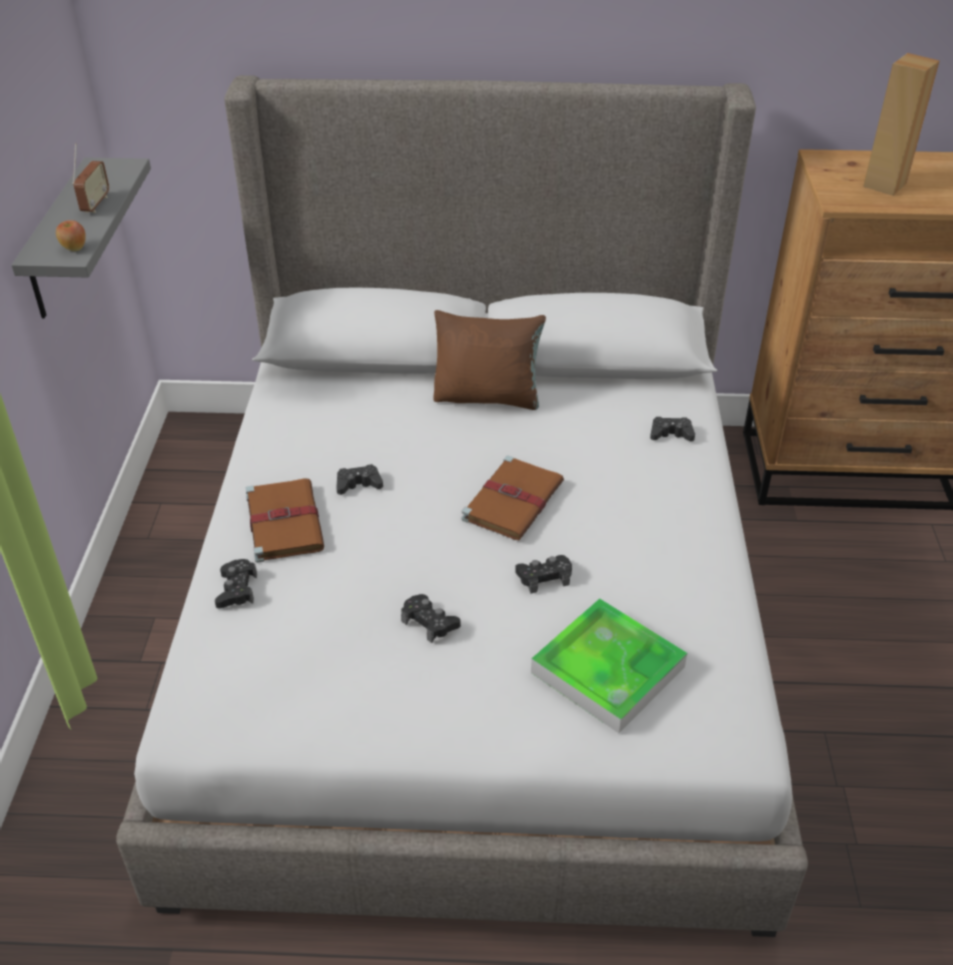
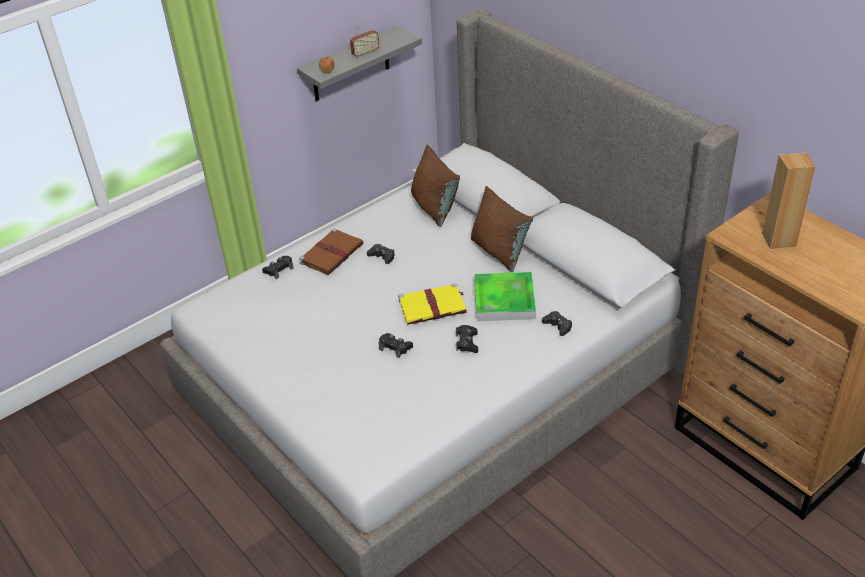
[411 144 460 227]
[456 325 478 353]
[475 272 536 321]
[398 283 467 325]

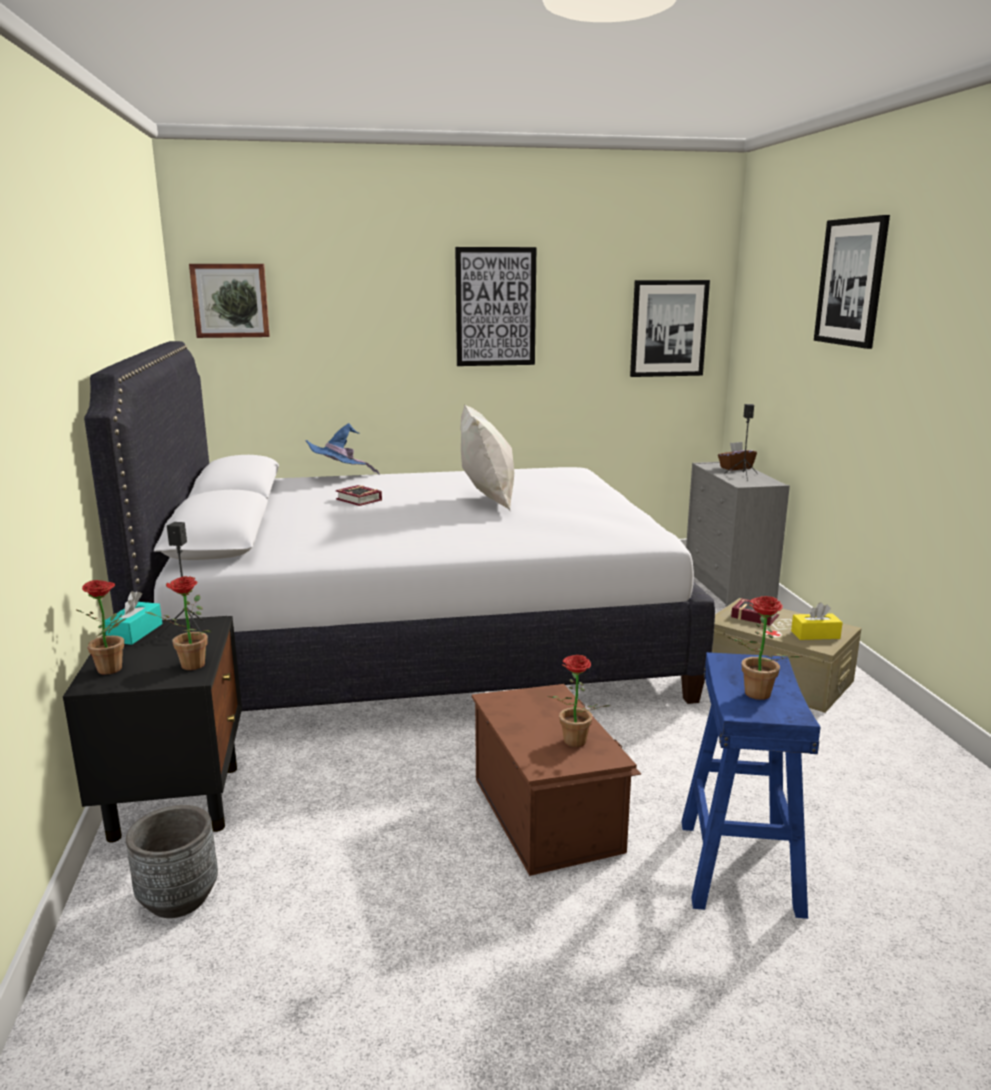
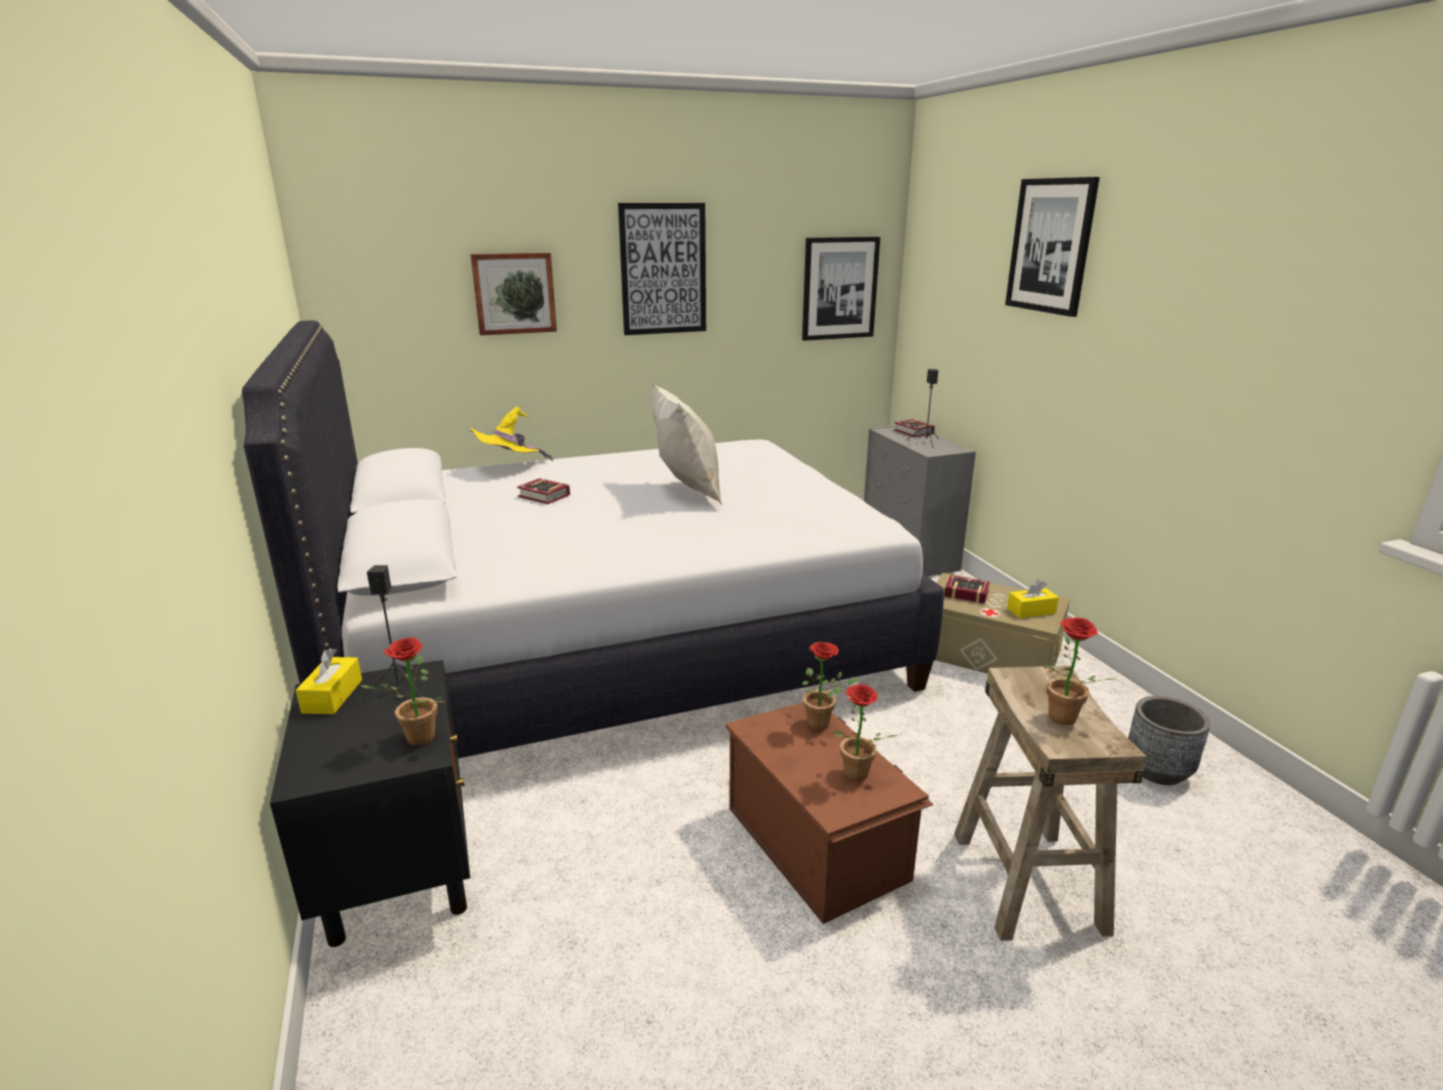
[802 642 859 730]
[1128 696 1210 785]
[470 253 557 335]
[894 419 935 437]
[296 648 362 714]
[469 406 553 461]
[954 666 1147 941]

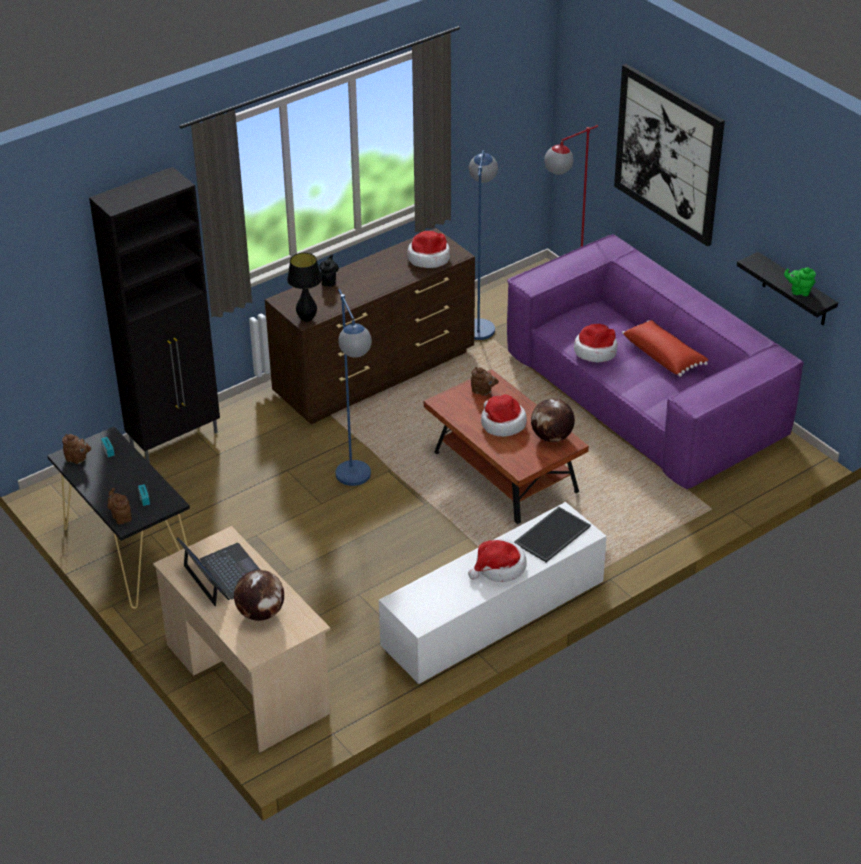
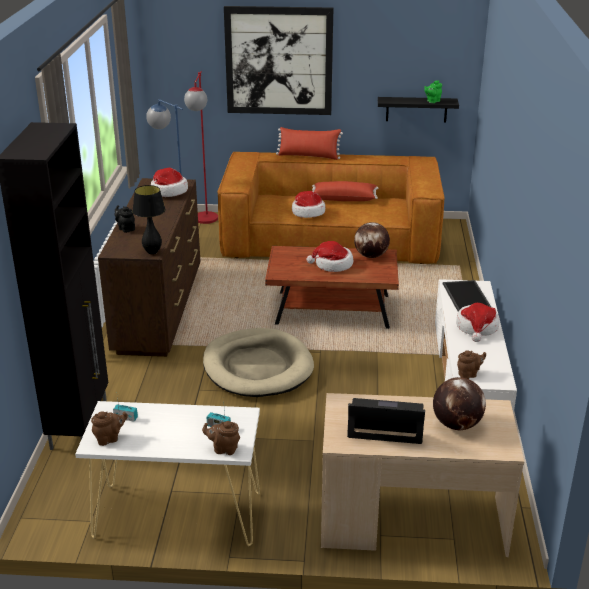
[276 127 343 160]
[457 350 486 379]
[203 328 314 397]
[75 401 260 546]
[217 152 445 264]

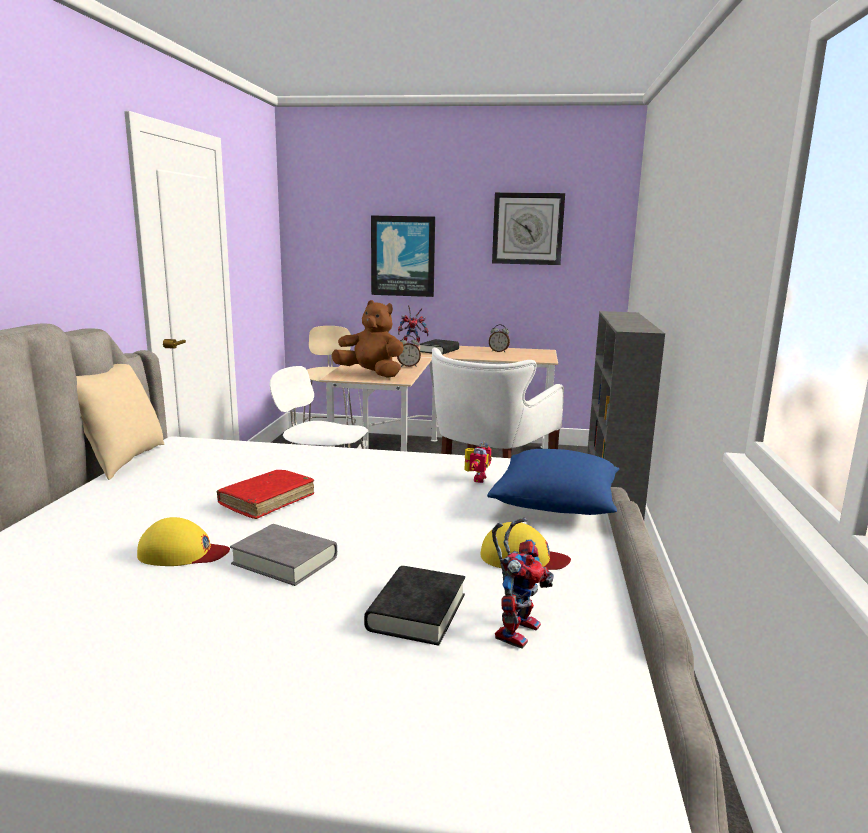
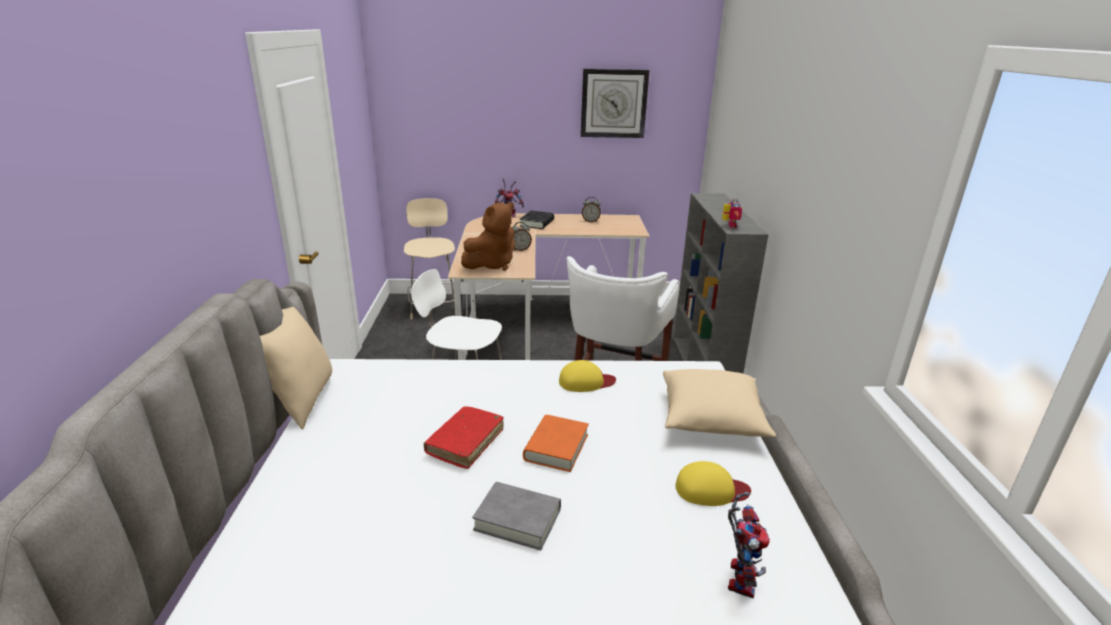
[364 566 465 646] (first image)
[371 216 435 297] (first image)
[523 415 589 472]
[559 360 616 392]
[722 198 742 228]
[663 369 776 437]
[461 202 515 271]

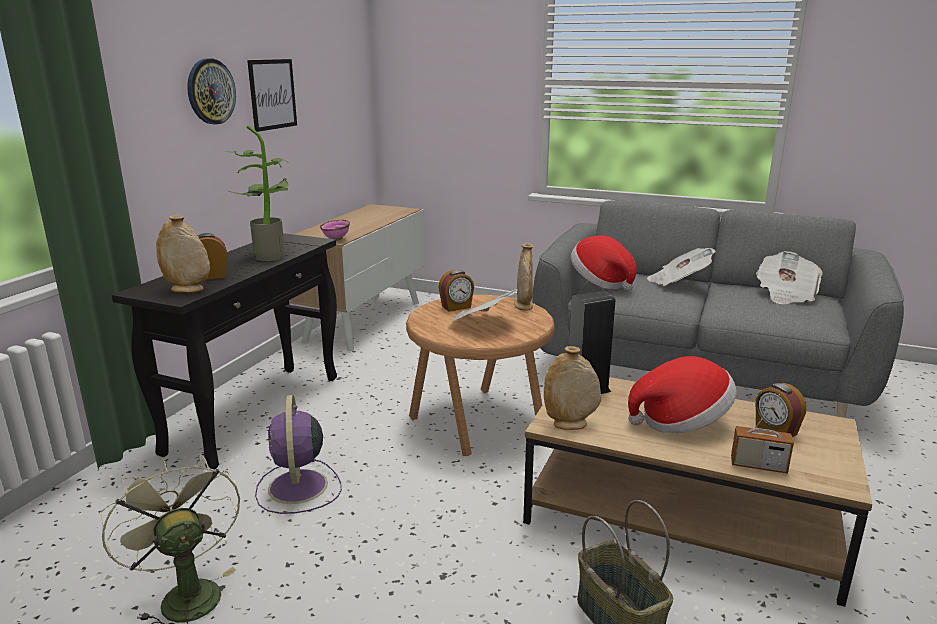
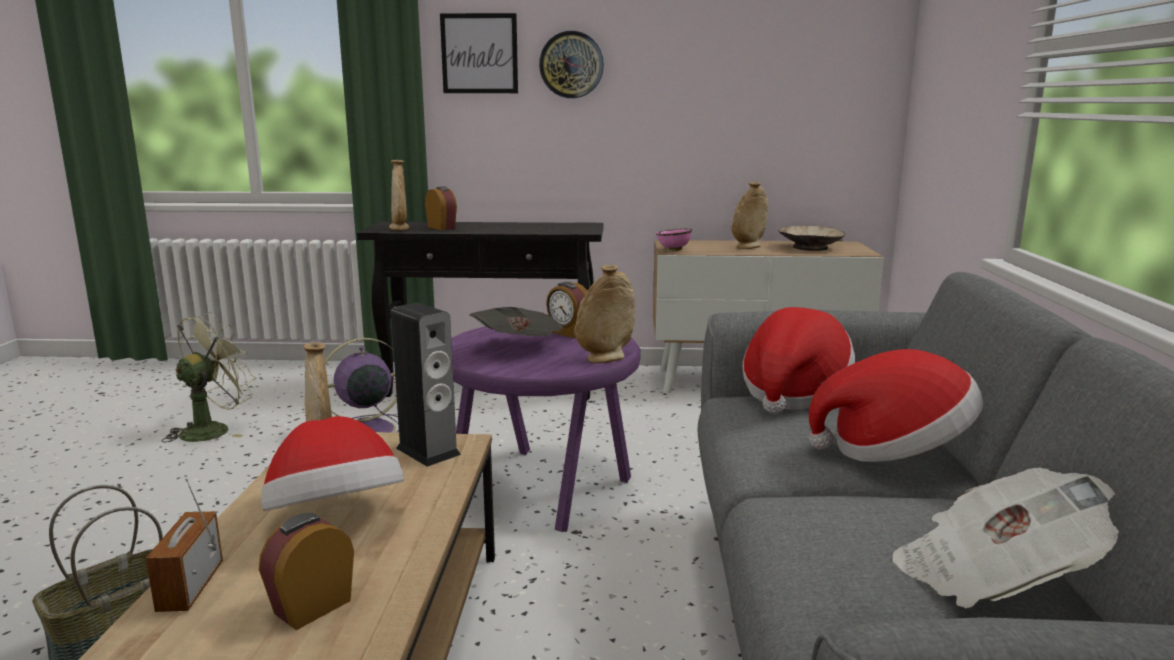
[225 125 289 261] (first image)
[731 182 768 249]
[778 226 845 251]
[440 13 518 93]
[809 349 983 462]
[451 326 641 532]

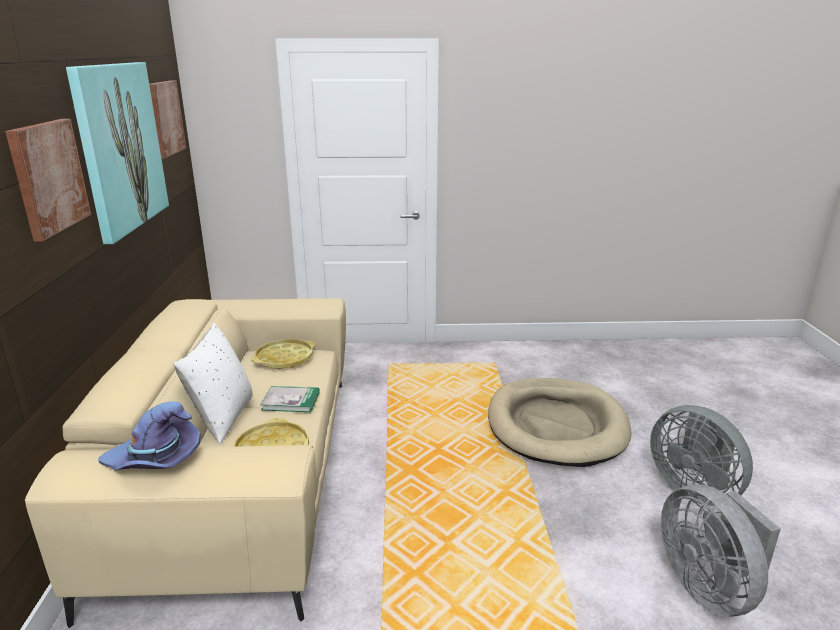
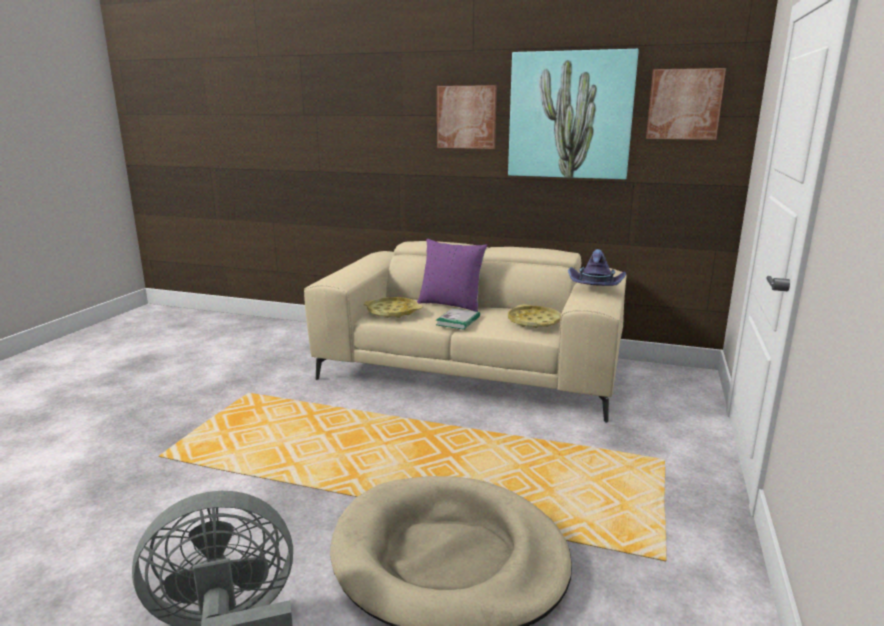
[661 484 781 617] (first image)
[568 249 626 286]
[417 239 487 312]

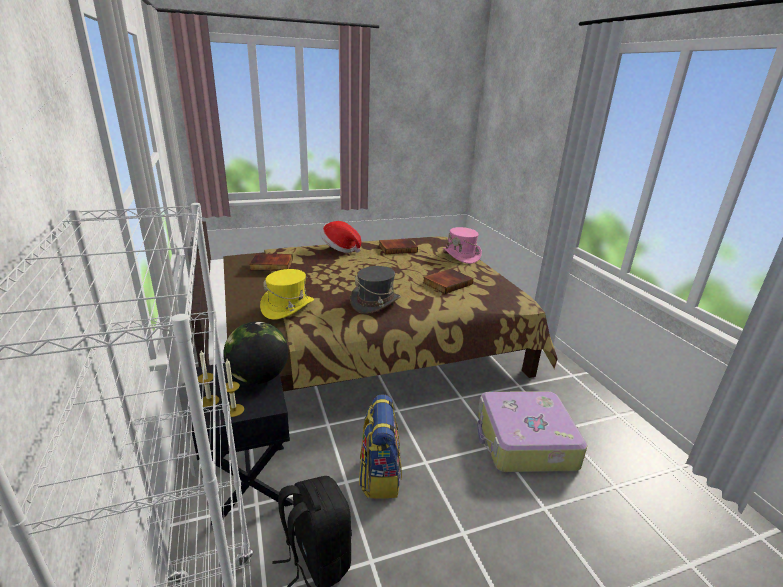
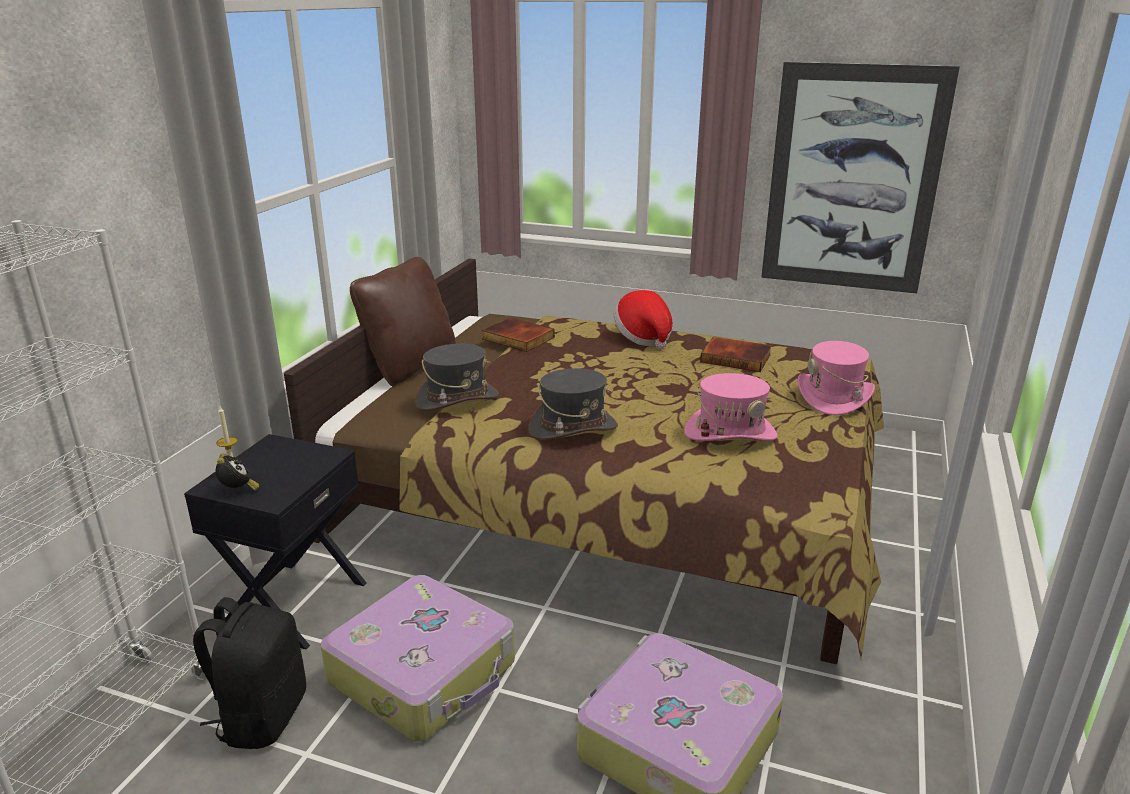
[223 321 288 384] (first image)
[350 257 456 386]
[761 62 960 293]
[216 453 259 491]
[321 575 515 742]
[684 373 778 441]
[415 344 499 410]

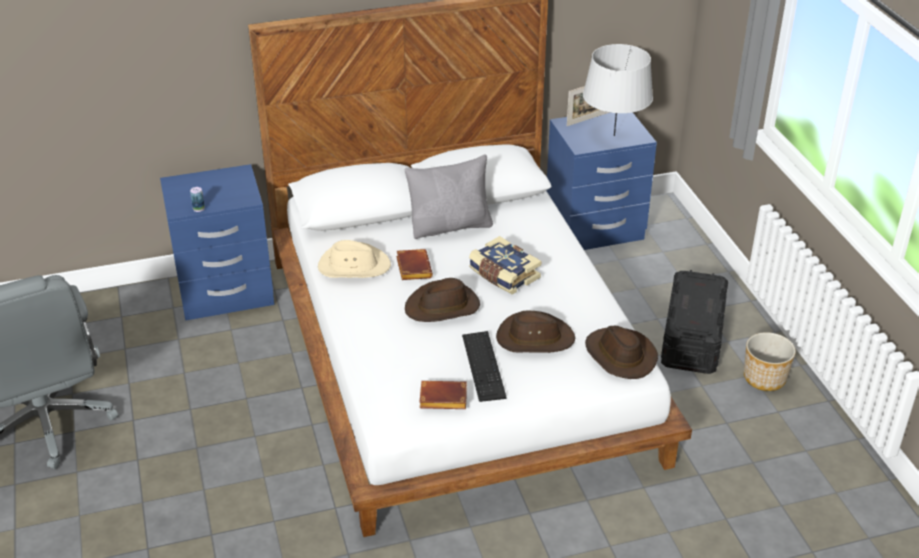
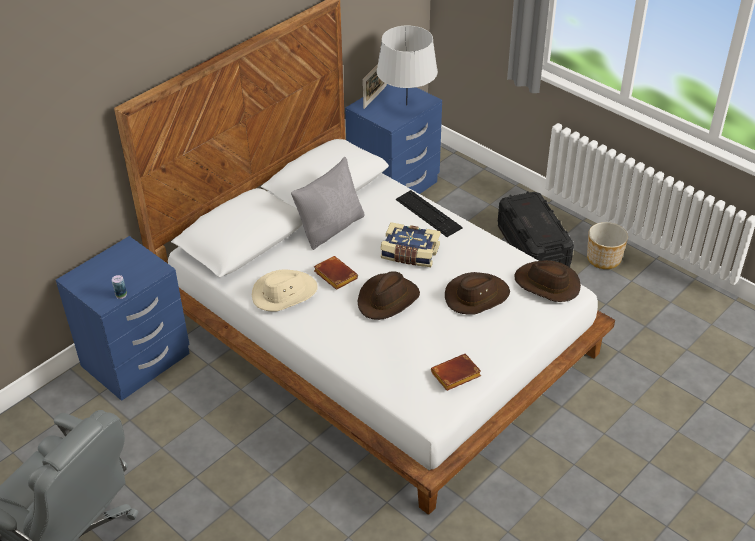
[395 190 462 237]

